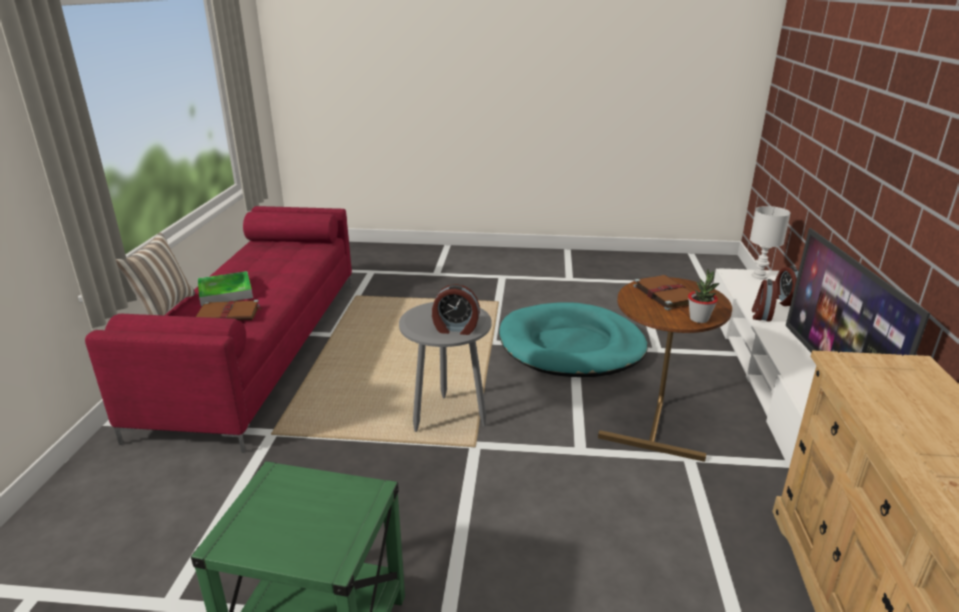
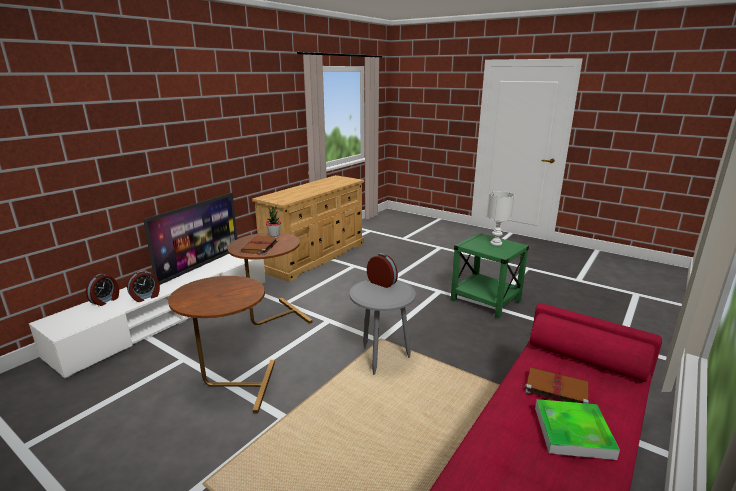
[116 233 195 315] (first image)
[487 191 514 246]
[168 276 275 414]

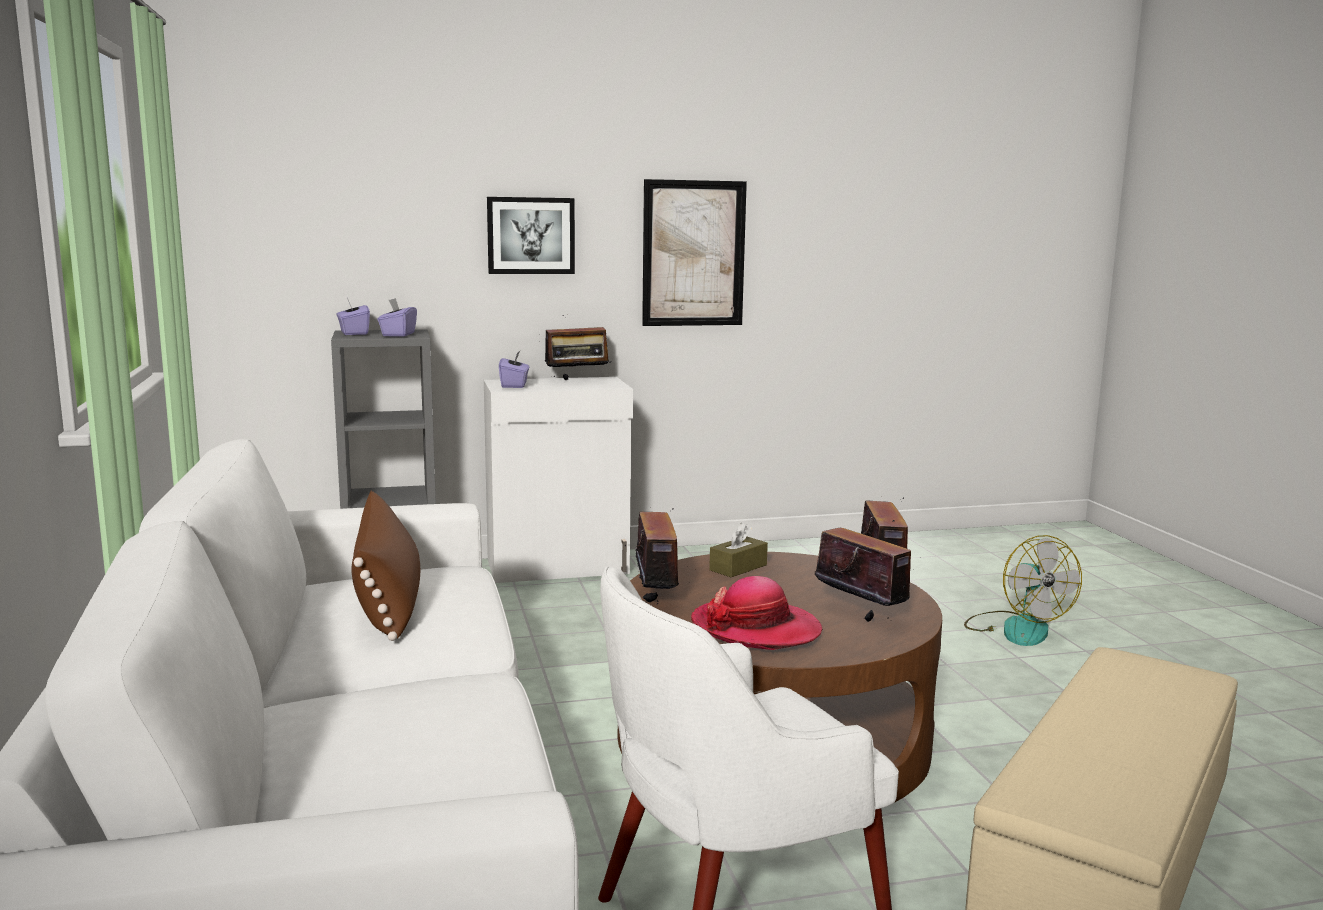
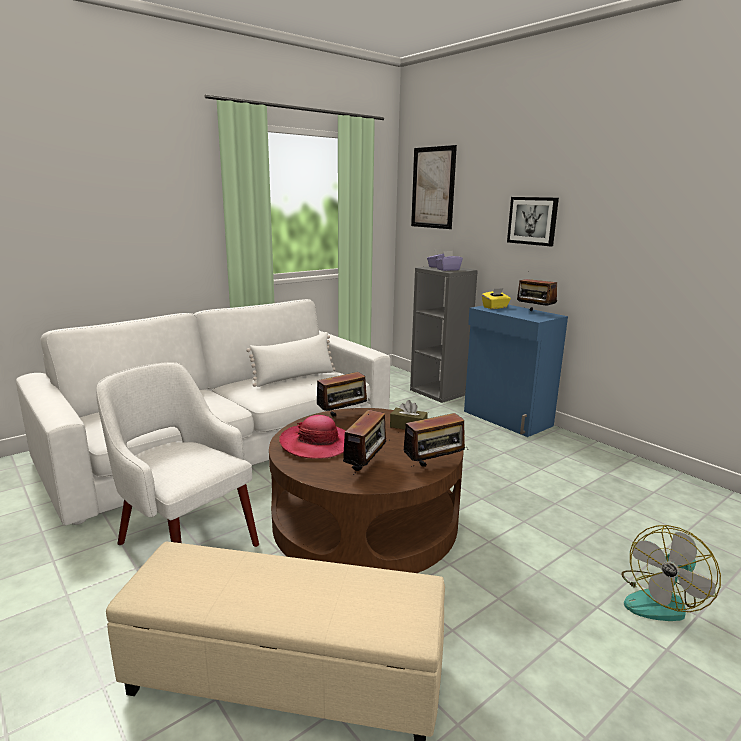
[411 145 457 229]
[246 332 335 387]
[464 305 568 437]
[482 288 511 309]

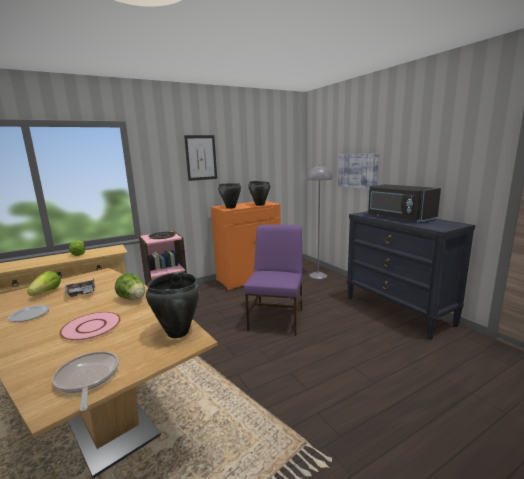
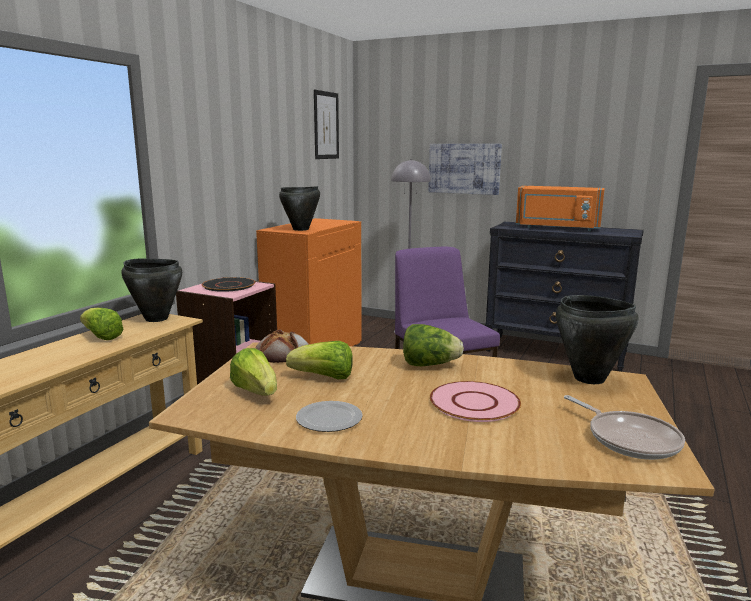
[256 329 308 363]
[314 90 339 159]
[121 258 182 322]
[286 341 353 379]
[516 186 605 231]
[564 395 685 460]

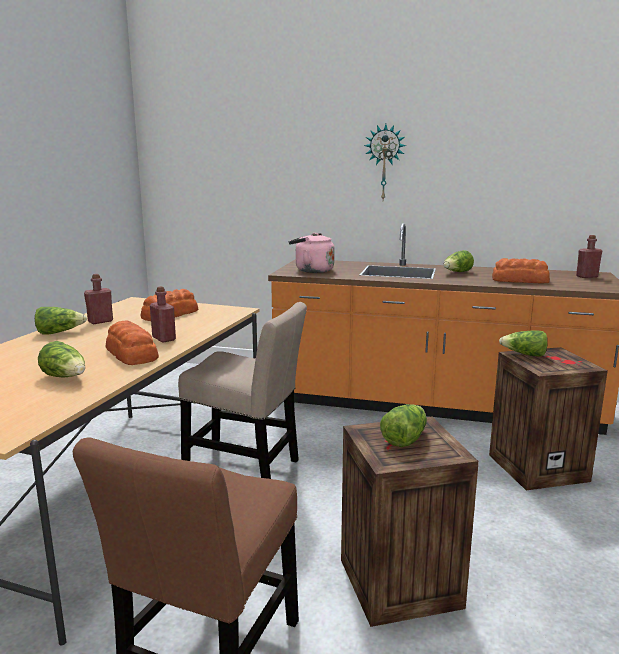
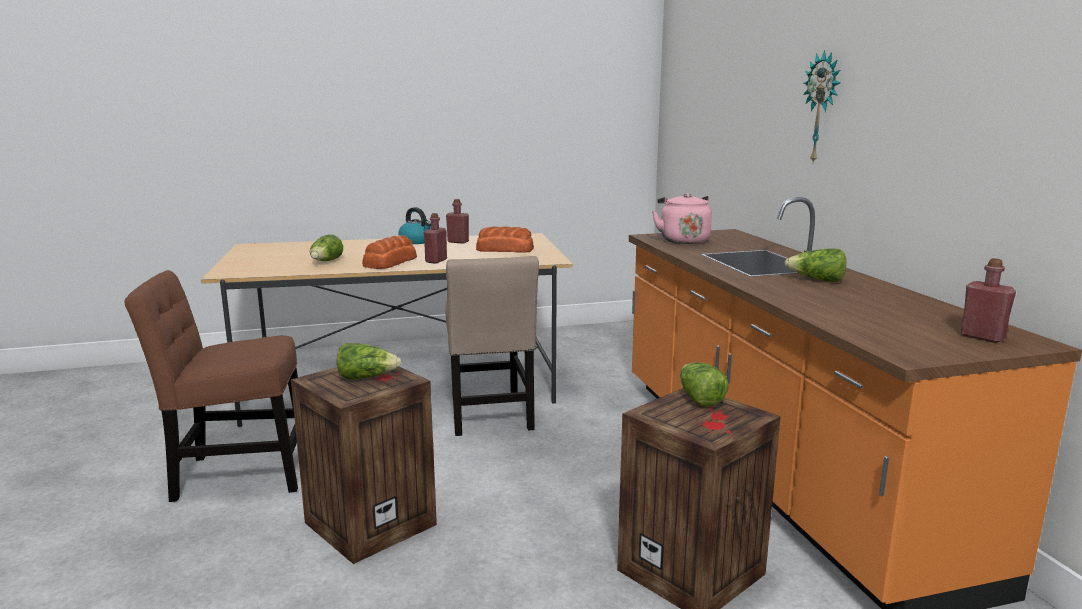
[492 258 550 283] (first image)
[398 207 431 244]

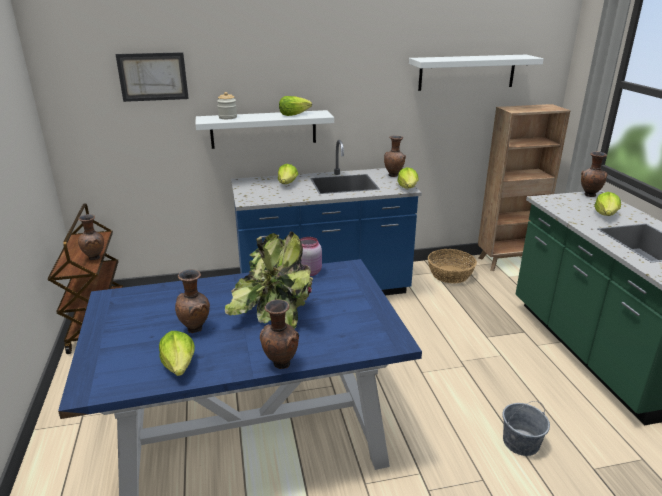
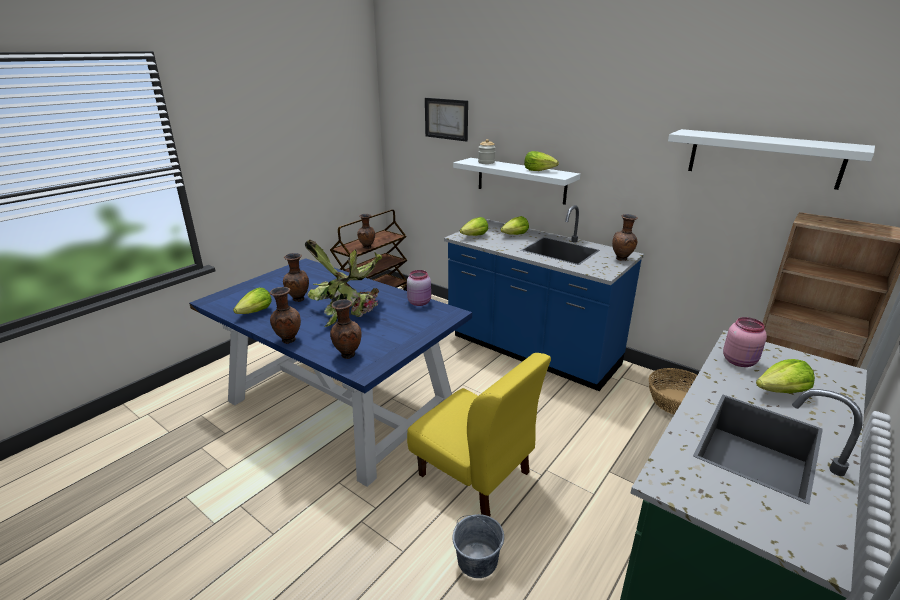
[407 353 551 517]
[723 317 767 367]
[460 217 488 236]
[330 299 361 359]

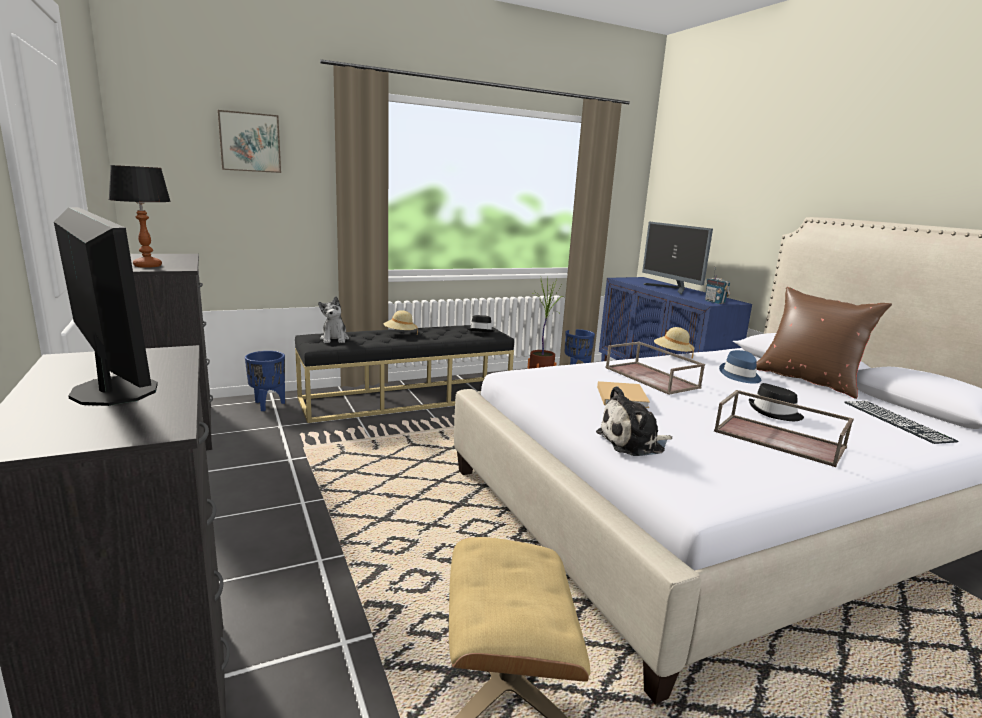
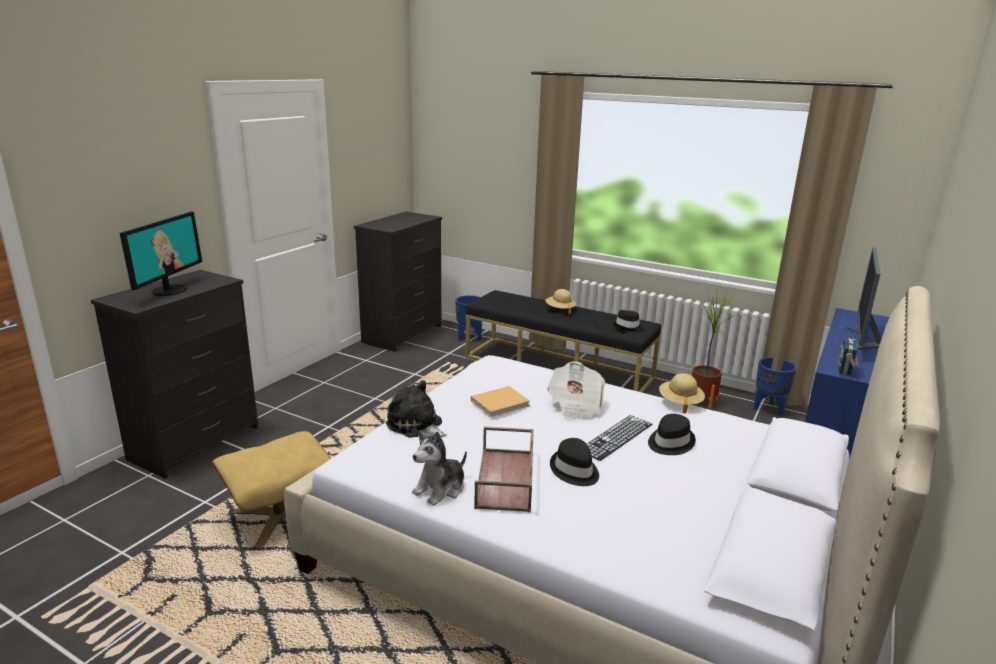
[108 165 171 268] (first image)
[218 110 281 173] (first image)
[756 287 892 399] (first image)
[412 431 467 506]
[587 415 652 461]
[547 362 606 420]
[648 414 696 455]

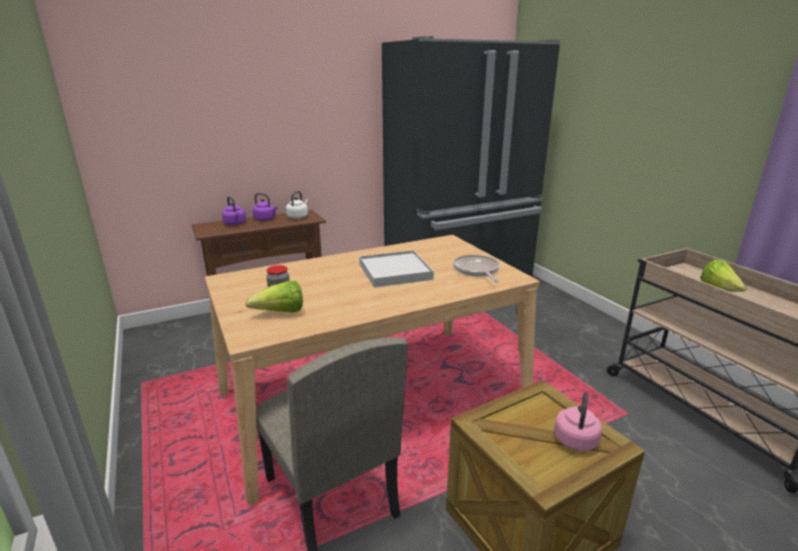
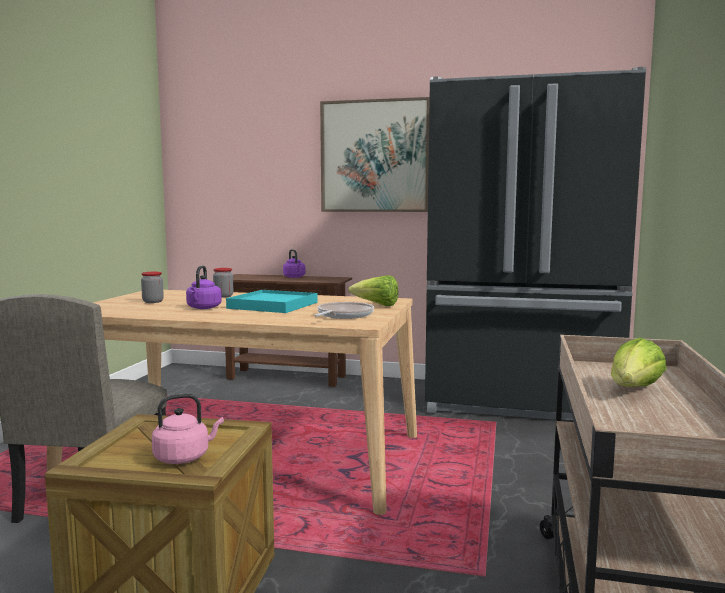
[286 191 308 219] (first image)
[213 268 233 298]
[320 97 430 212]
[186 265 222 309]
[348 275 398 306]
[226 290 318 313]

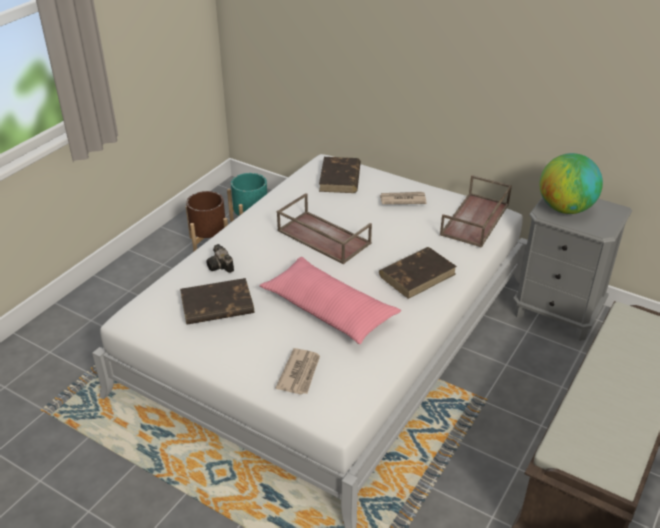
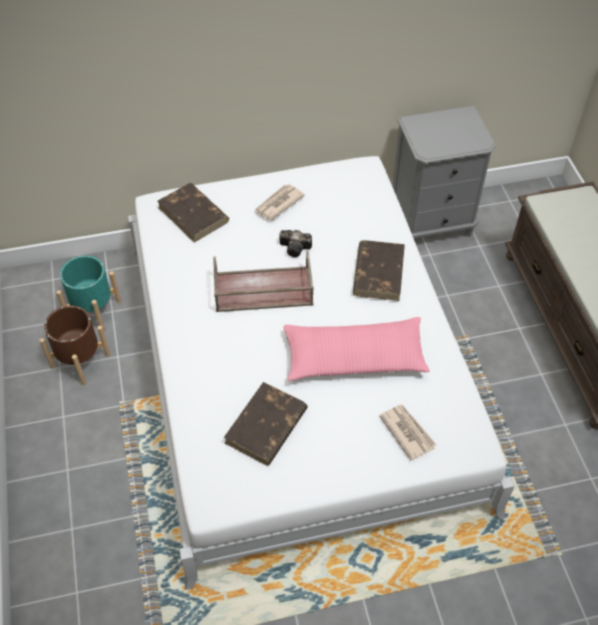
[440 175 512 248] (first image)
[539 153 603 214] (first image)
[279 230 312 257]

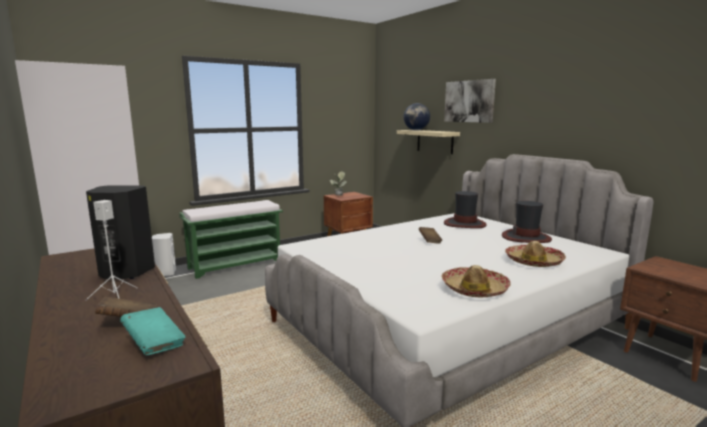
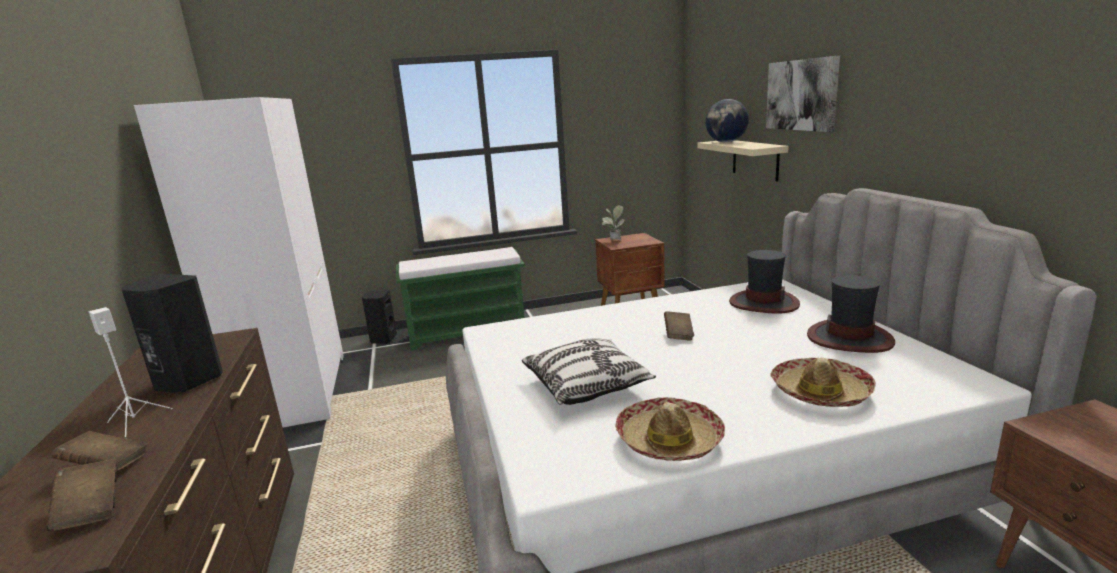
[522 338 656 405]
[46 459 117 532]
[362 290 397 344]

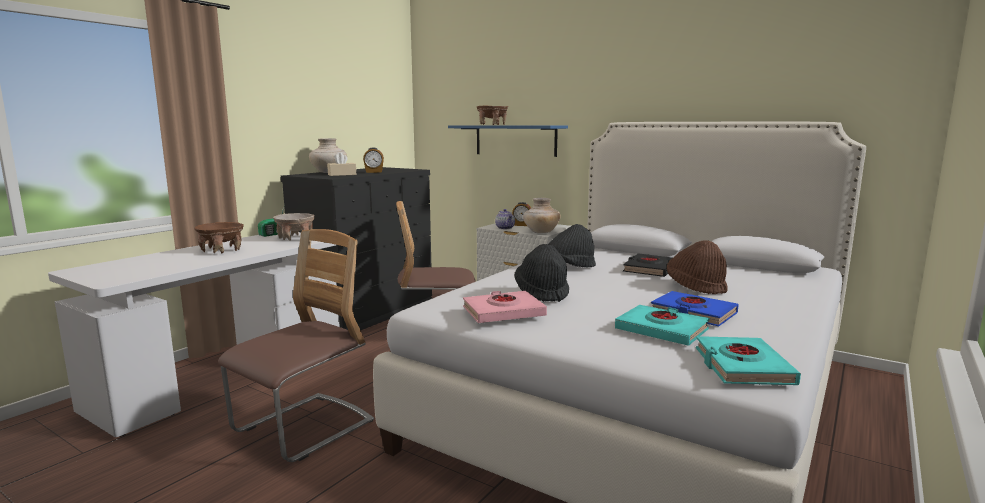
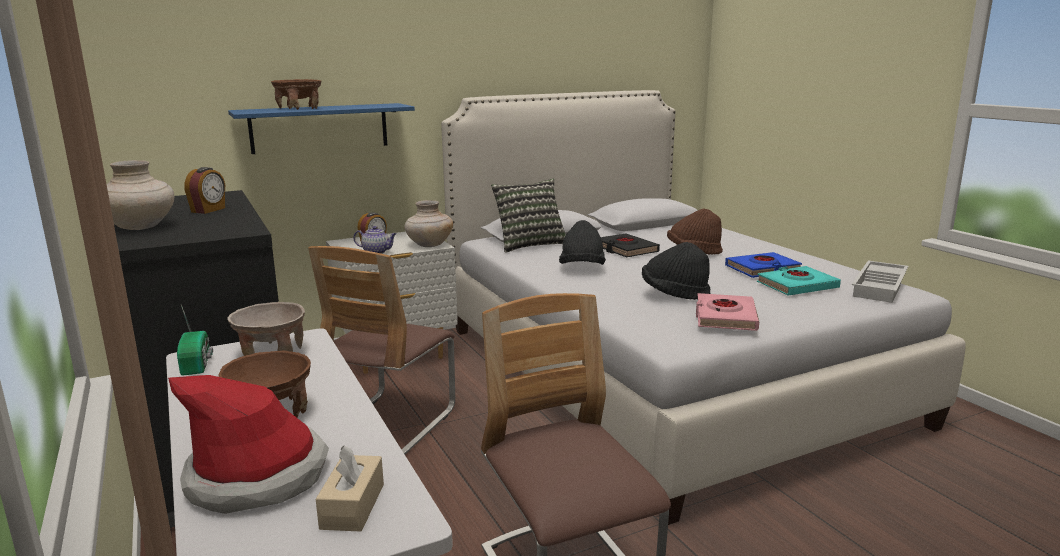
[168 375 329 514]
[491 179 566 253]
[316 445 384 532]
[852 261 908 303]

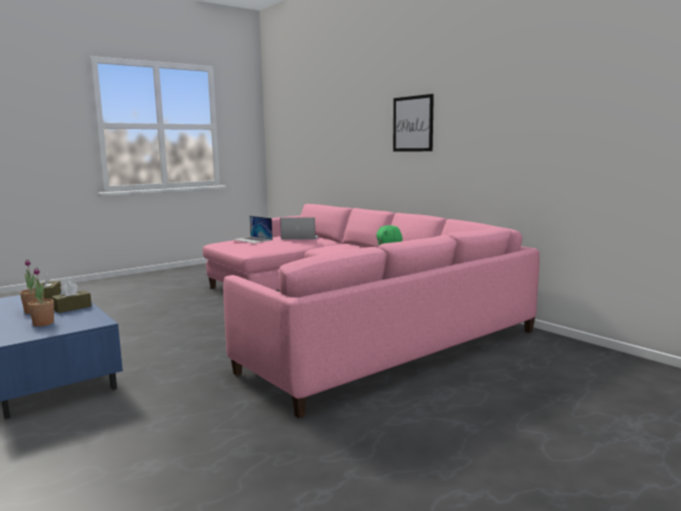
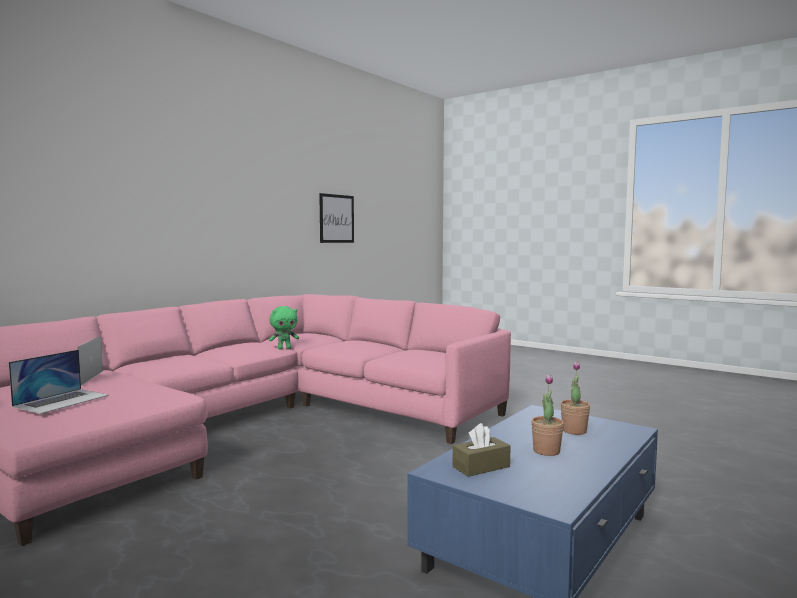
[51 281 92 313] (first image)
[319 193 354 243]

